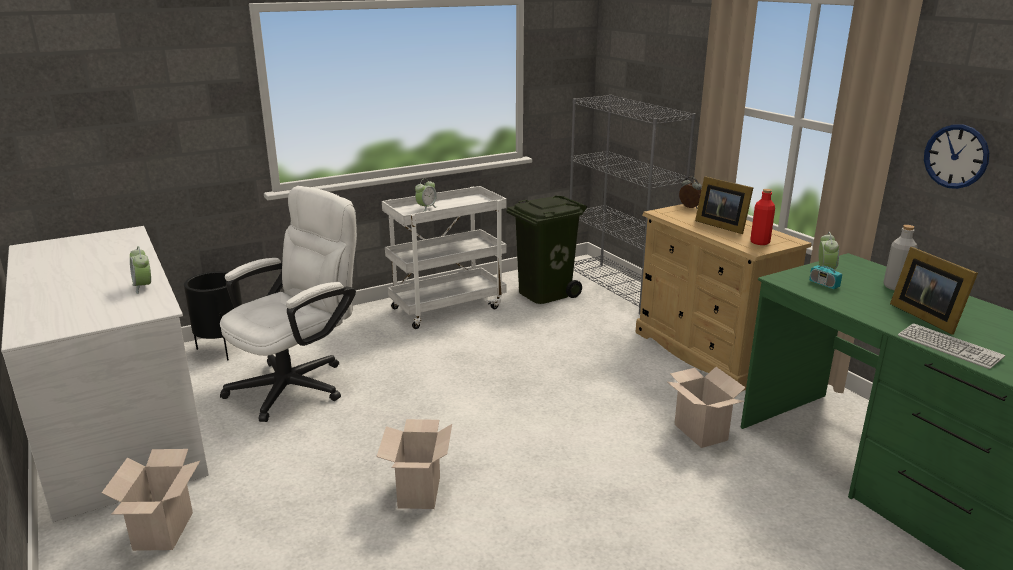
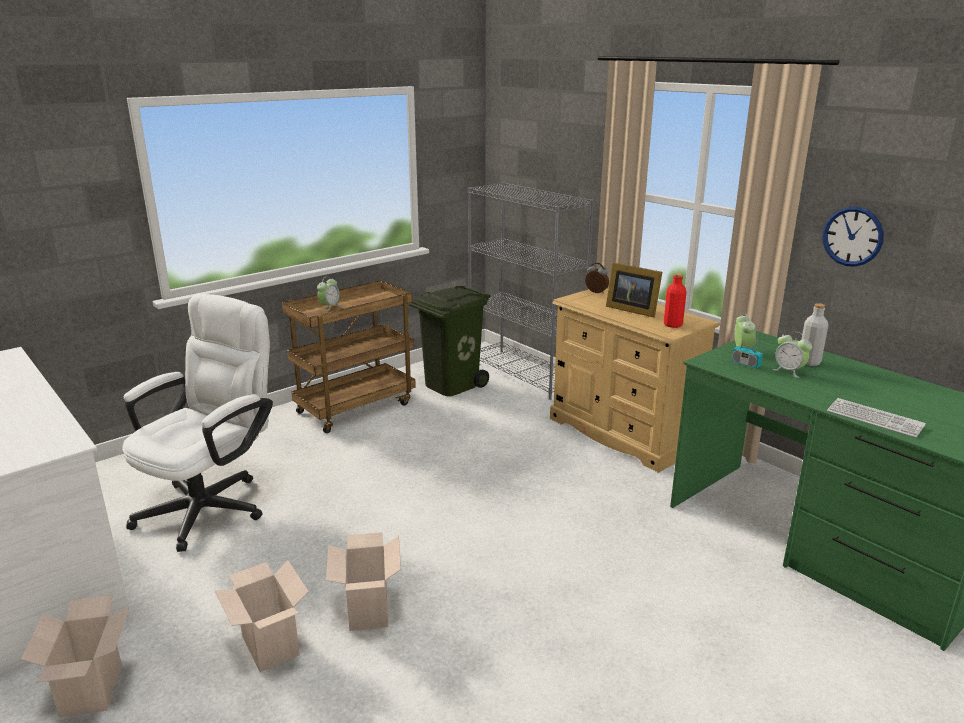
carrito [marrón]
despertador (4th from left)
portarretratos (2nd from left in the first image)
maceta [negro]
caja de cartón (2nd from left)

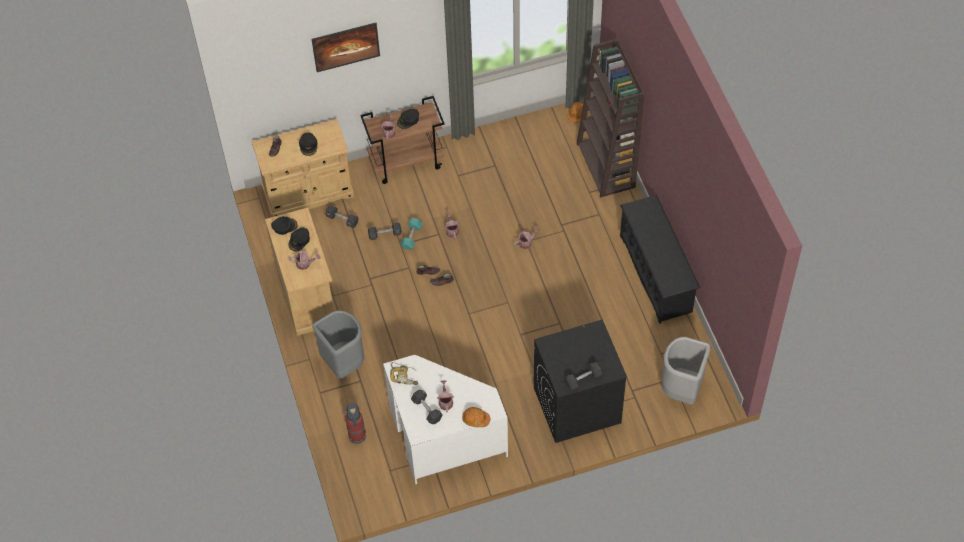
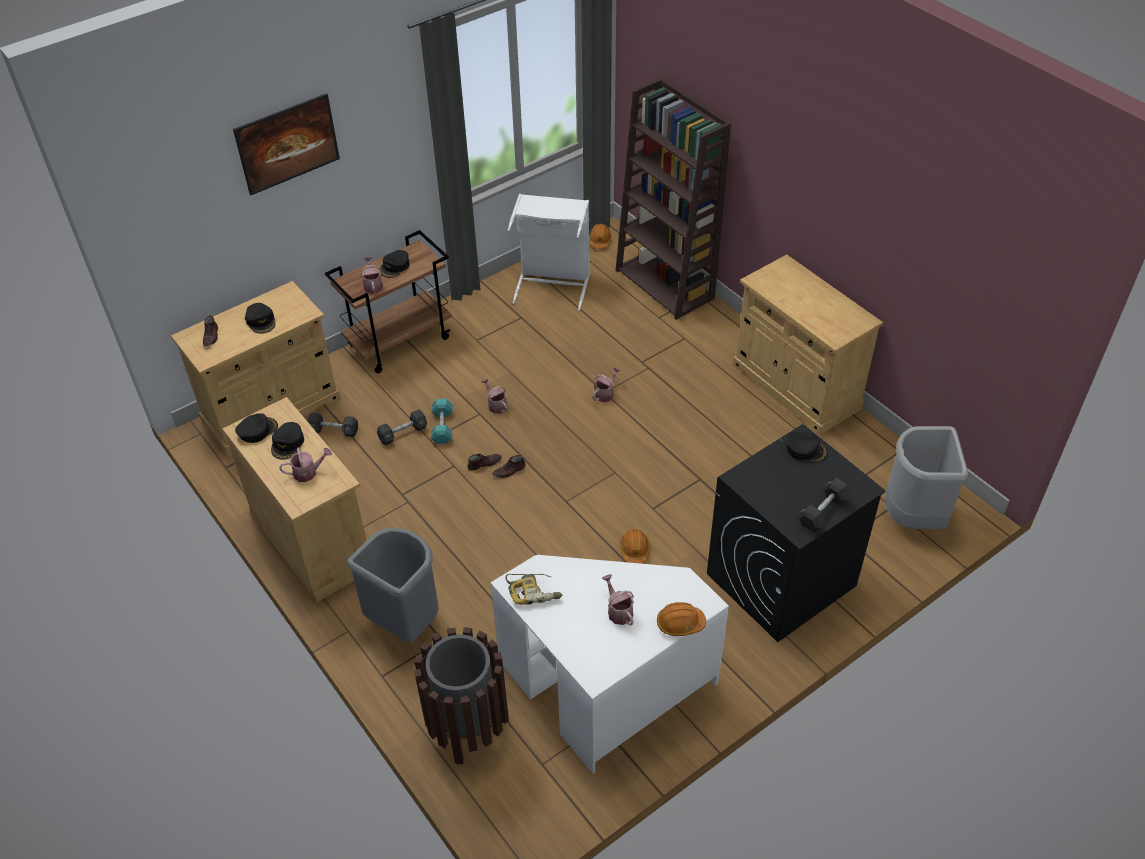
armario [beis] (3rd from left)
mancuerna [negro] (3rd from left in the first image)
papelera [marrón]
cesto de la ropa [blanco]
gorra [negro] (5th from left)
casco [naranja] (2nd from left)

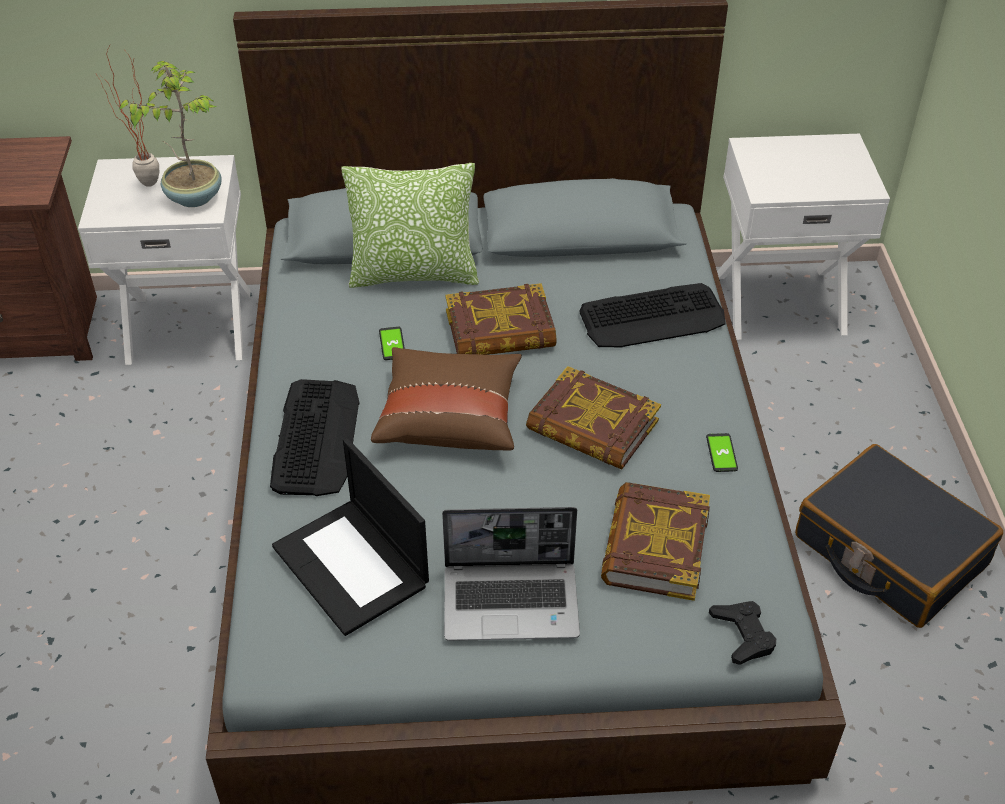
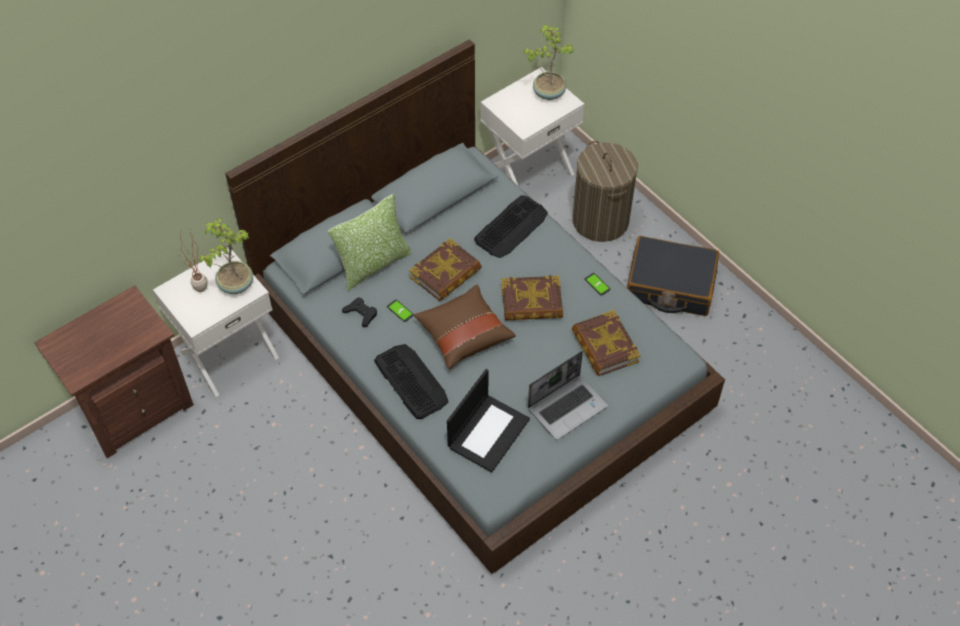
portátil (1st from left)
mando de consola [negro]
planta en maceta (3rd from left)
cesto de la ropa

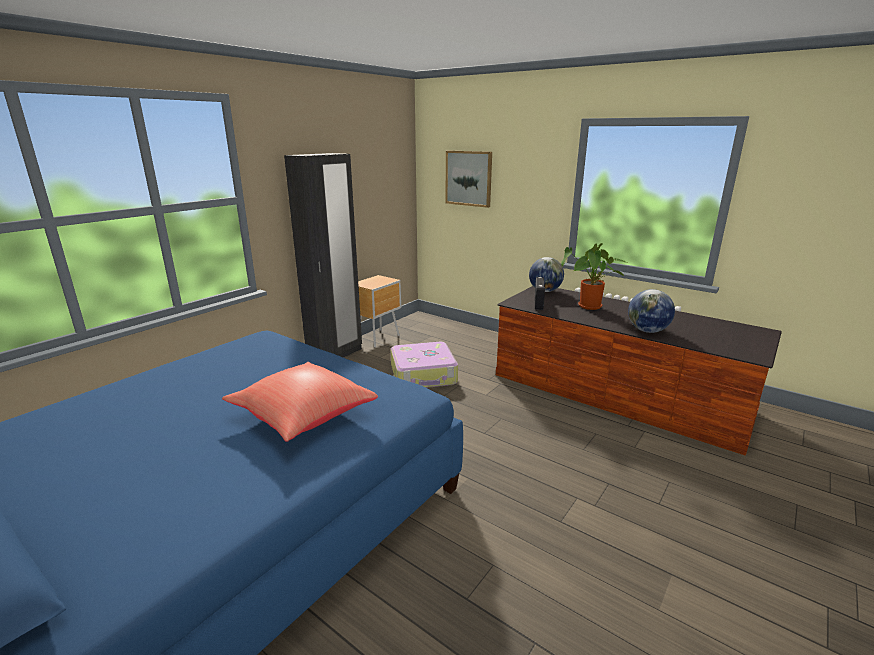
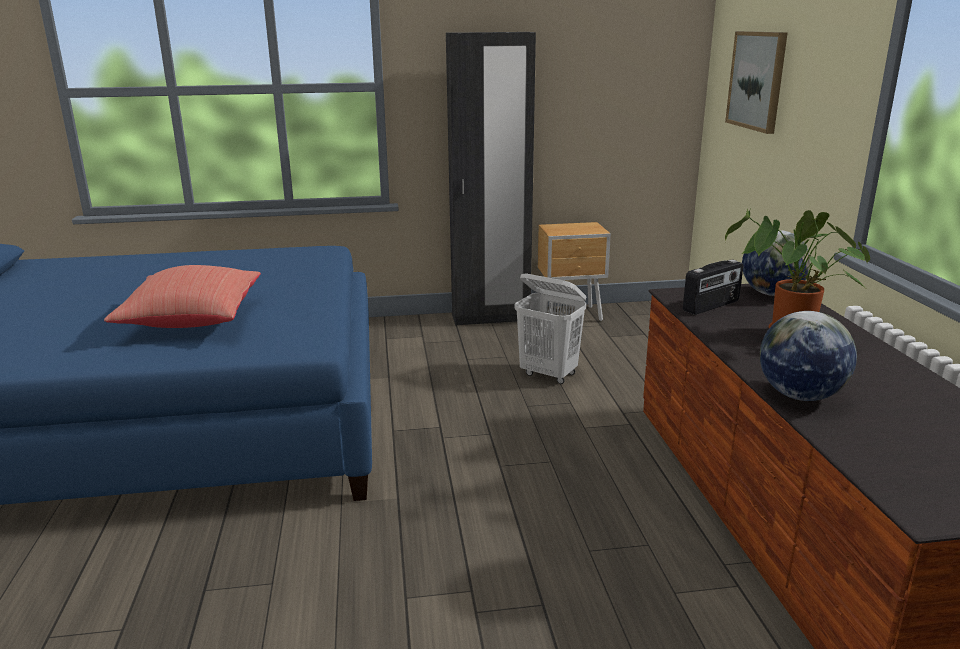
cesto de la ropa [blanco]

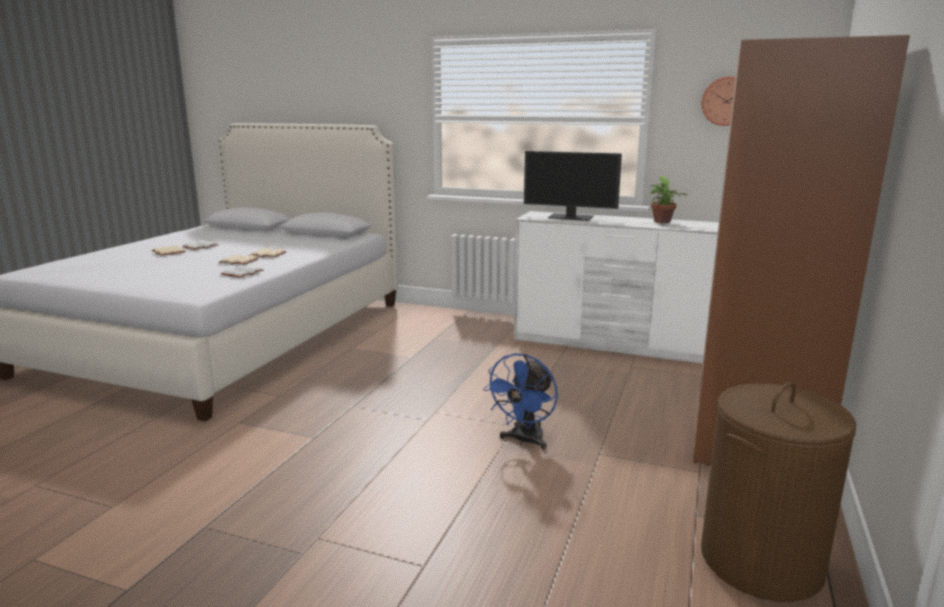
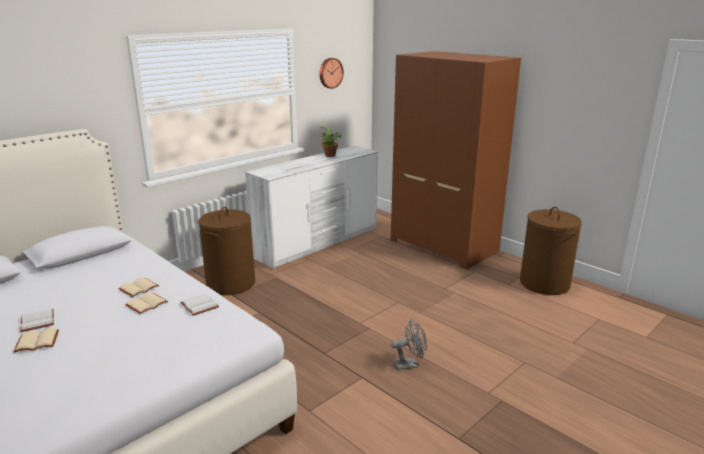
monitor
ventilador [azul]
cesto de la ropa [marrón] (1st from left)
ventilador [gris]

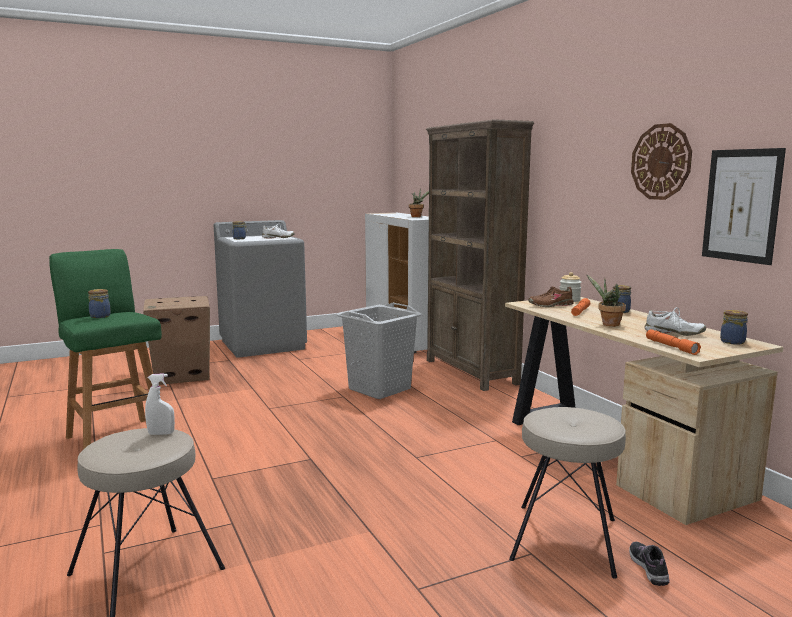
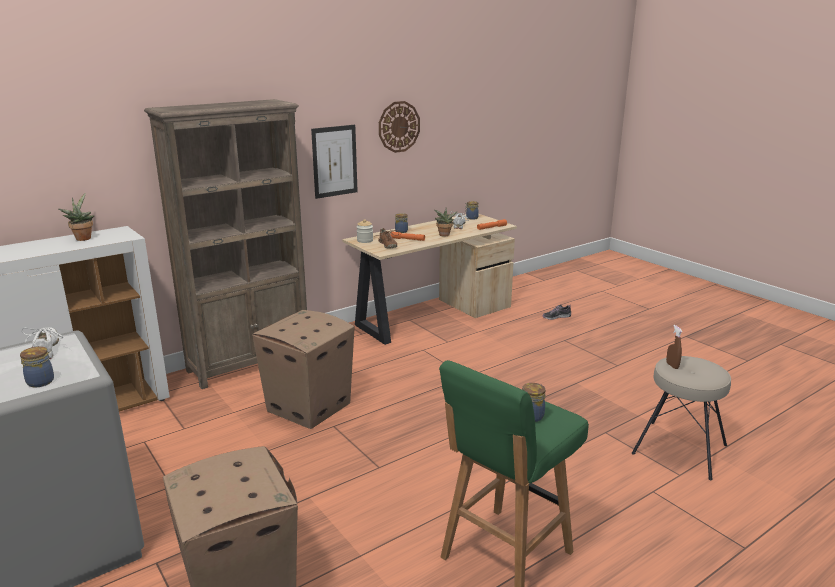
cuadro
caja de cartón (2nd from left)
pulverizador [marrón]
taburete [beis] (2nd from left in the first image)

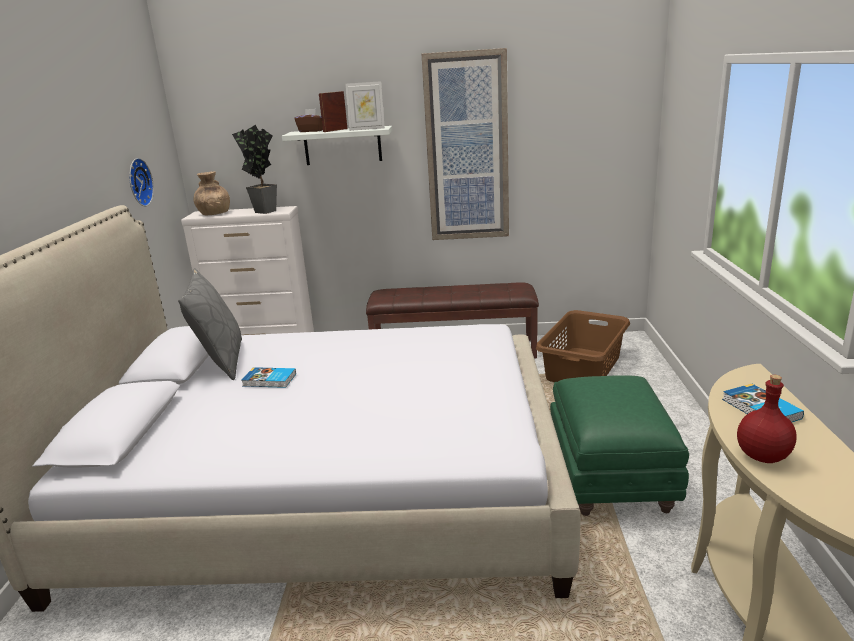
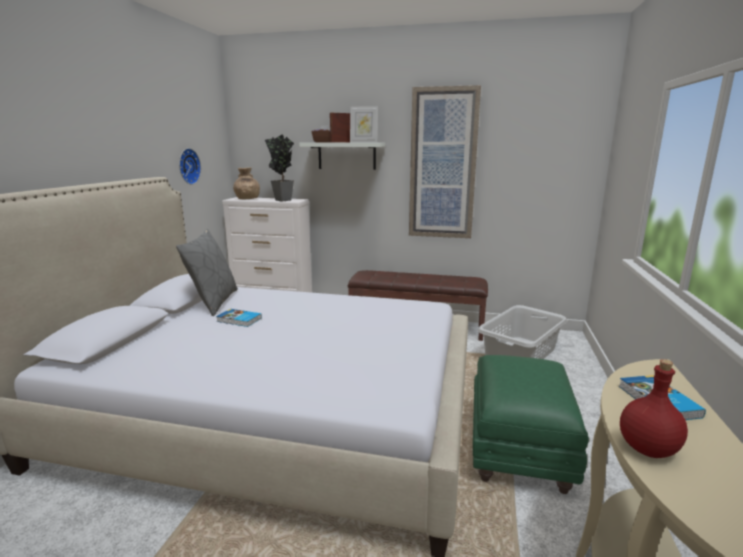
cesto de la ropa [gris]

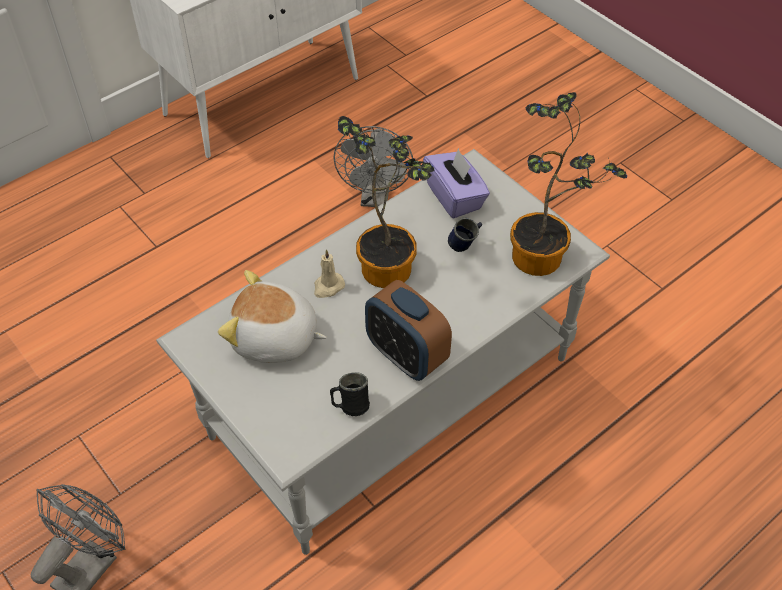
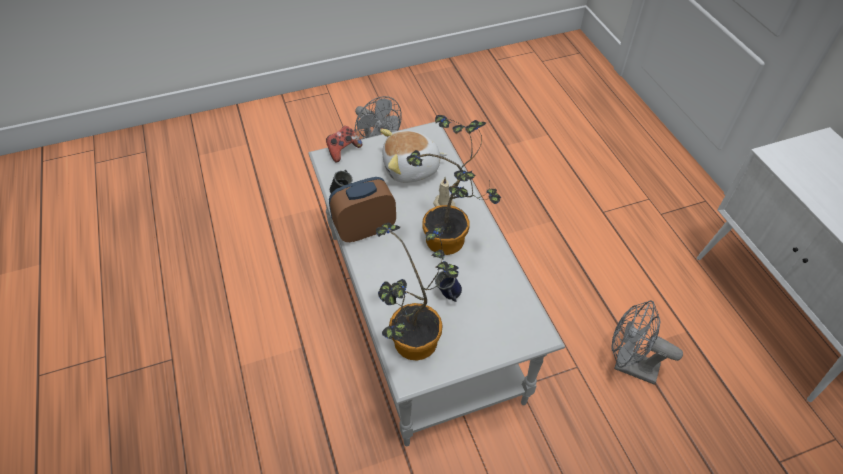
caja de pañuelos [morado]
peluche
mando de consola

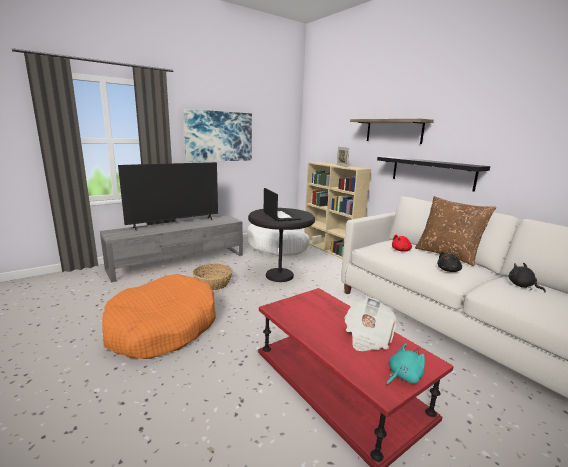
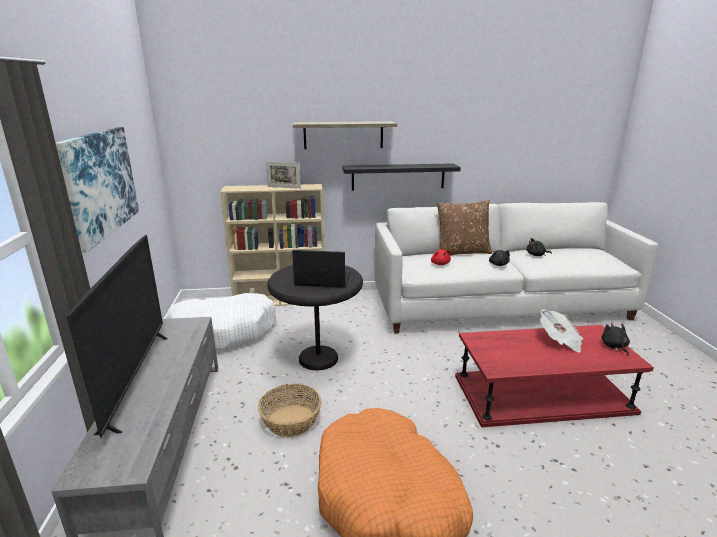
peluche [negro] (3rd from left)

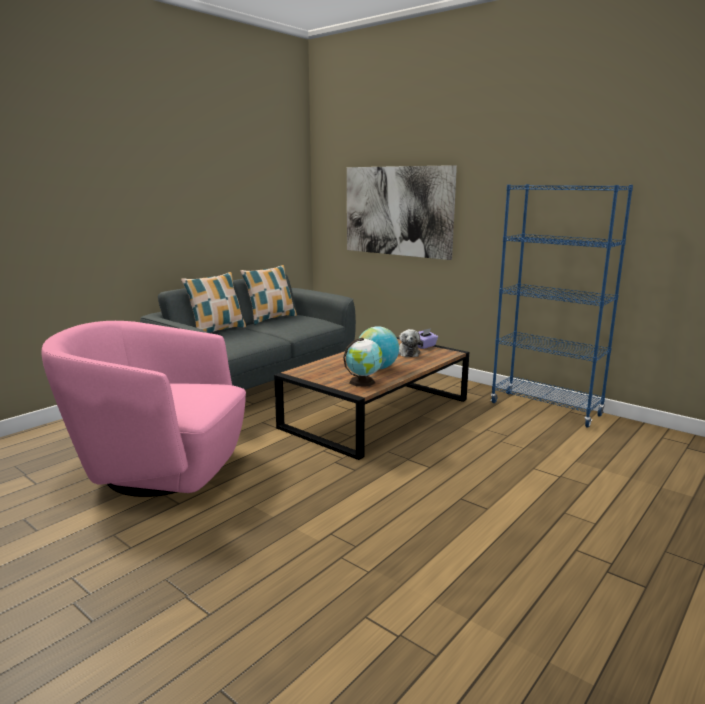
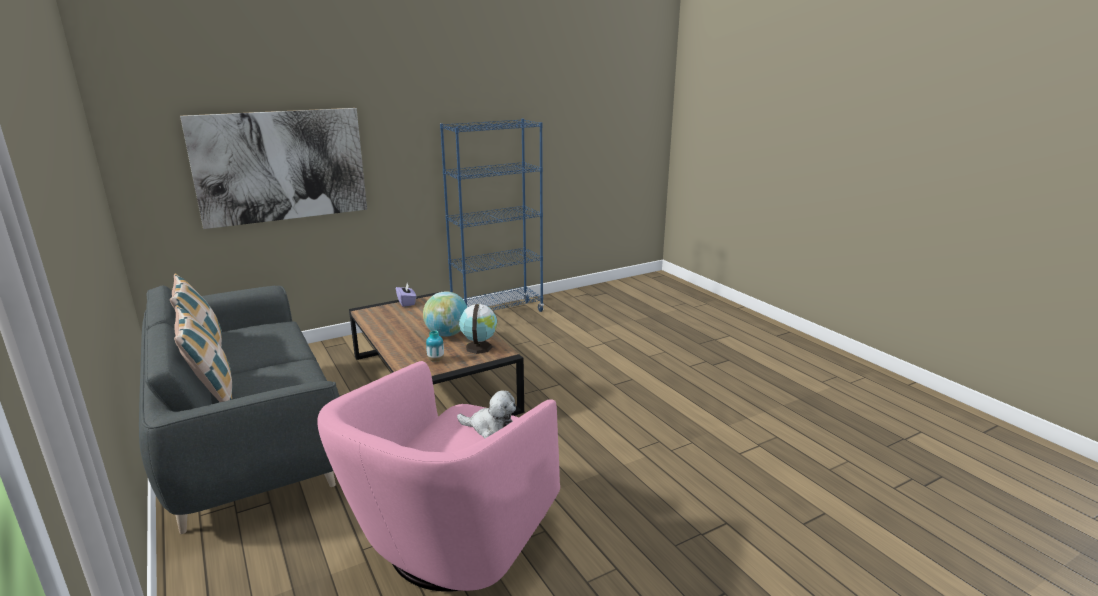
peluche
florero

